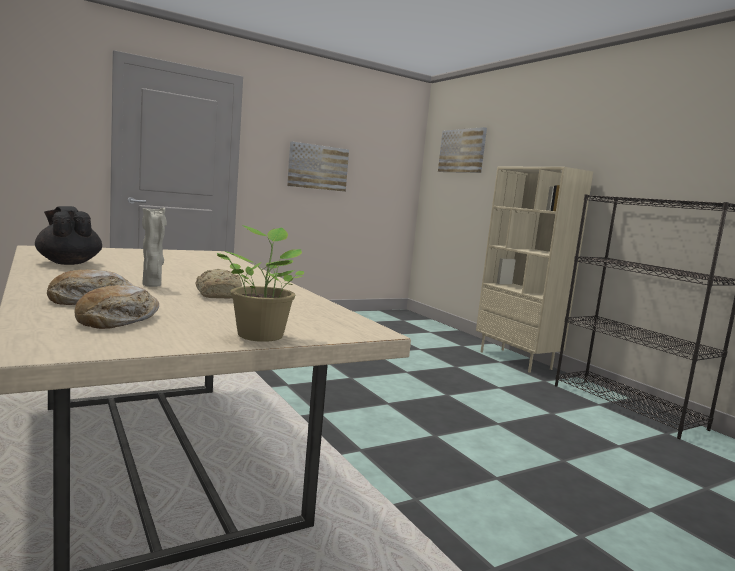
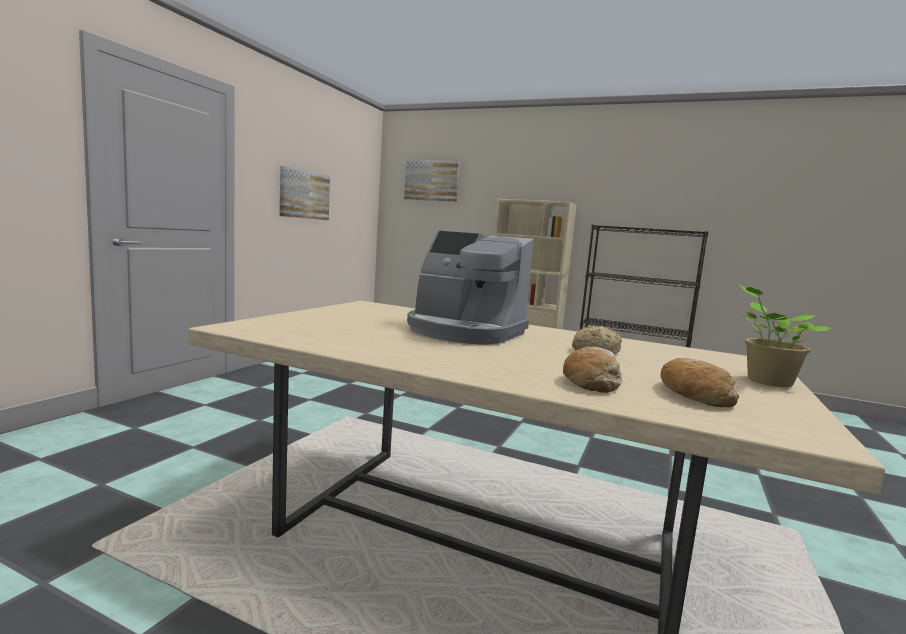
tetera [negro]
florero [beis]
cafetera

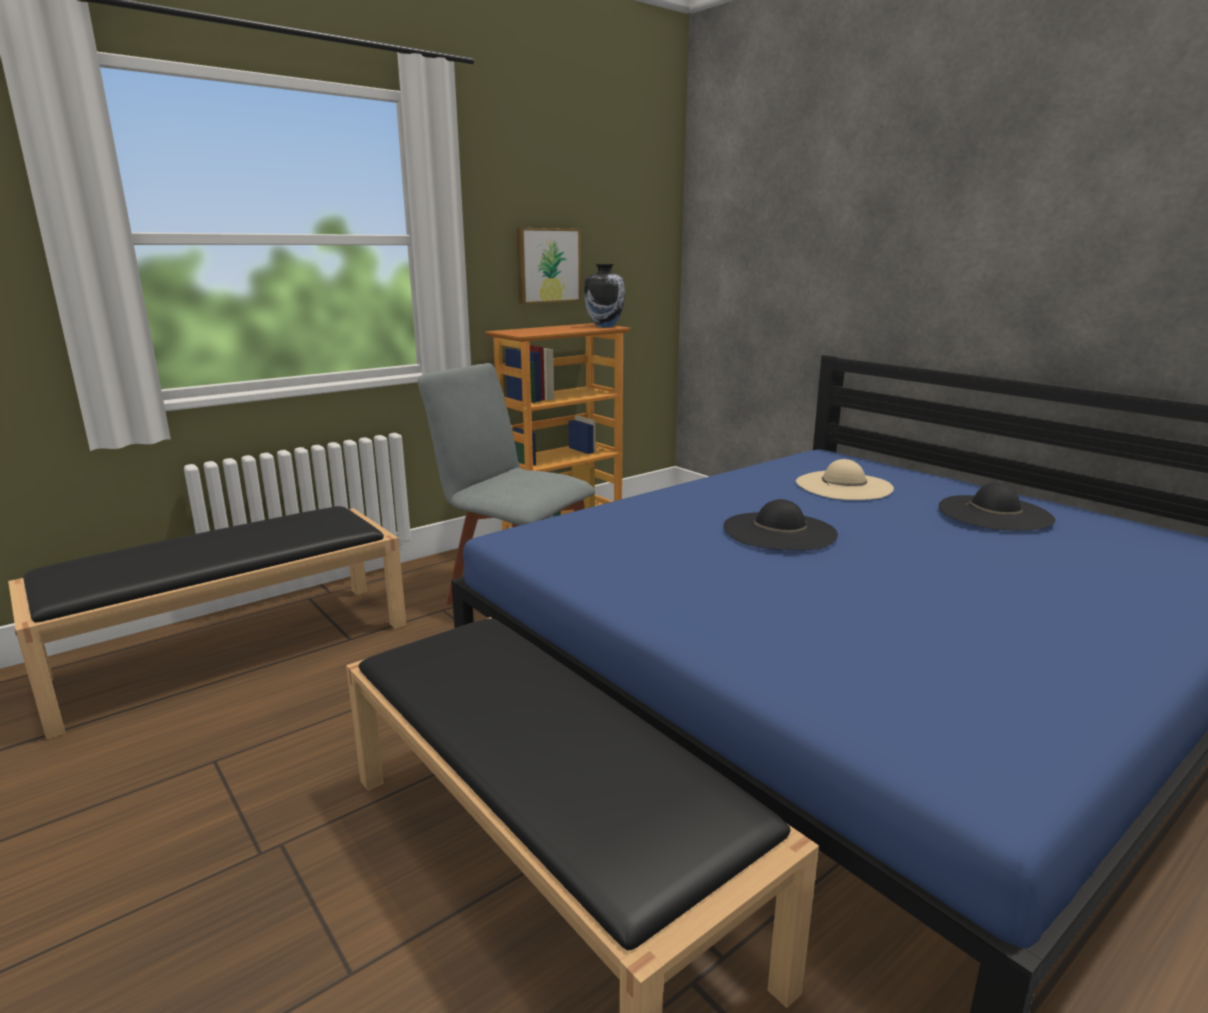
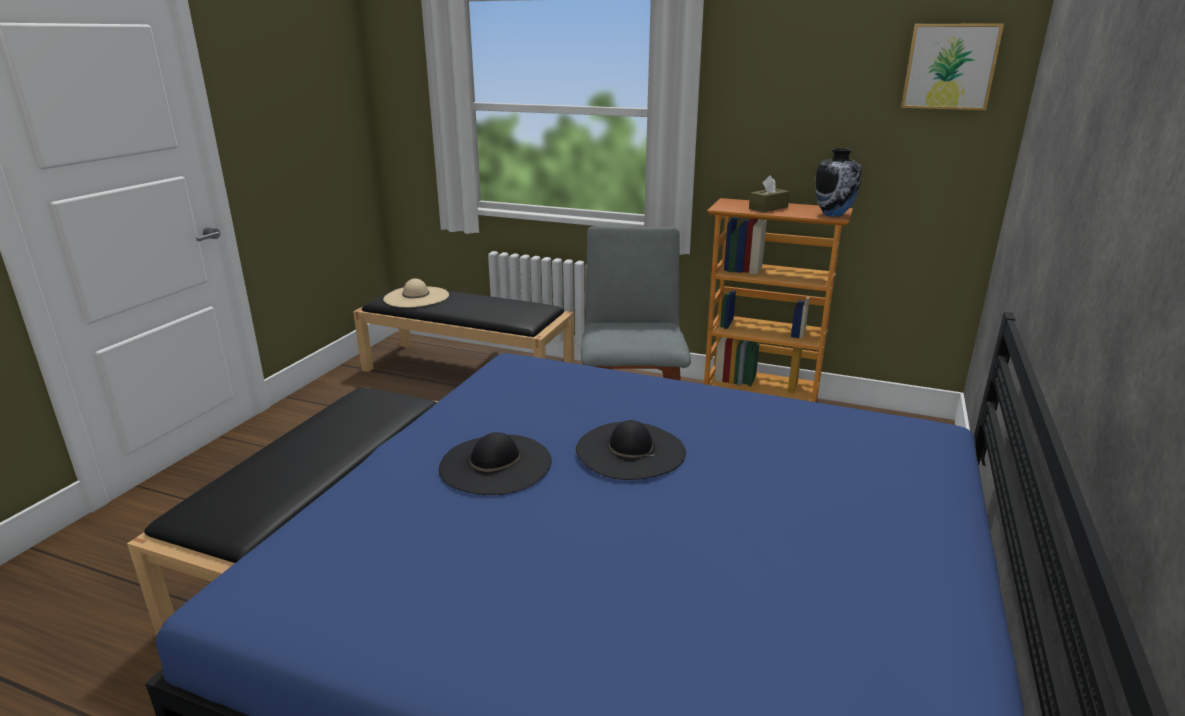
cuadro
sombrero [beis]
sombrero [negro] (1st from left)
caja de pañuelos [marrón]

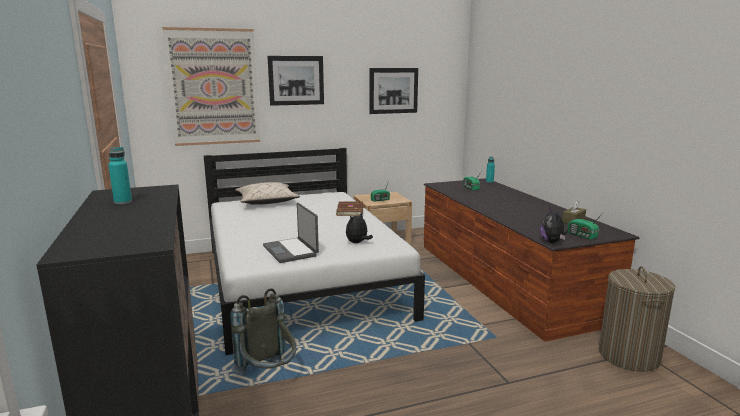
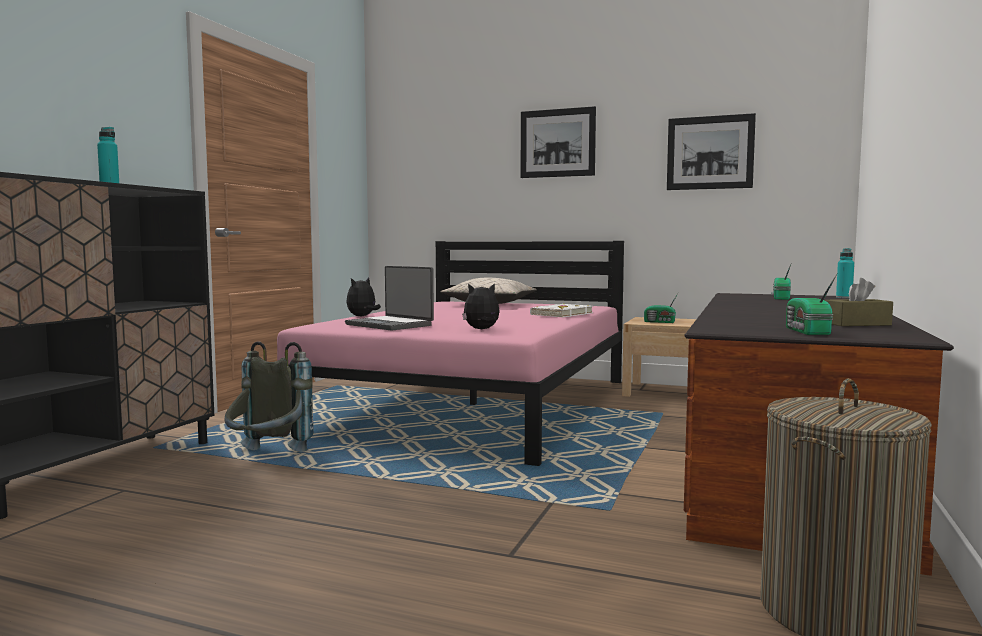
cuadro (1st from left in the first image)
cama [rosa]
libro [blanco]
portátil
peluche (1st from left)

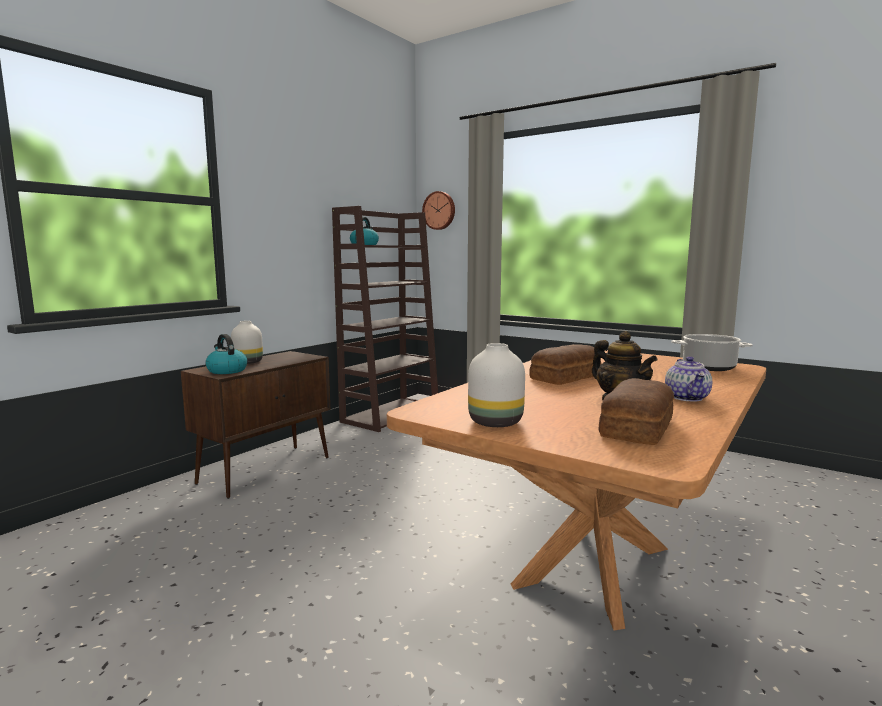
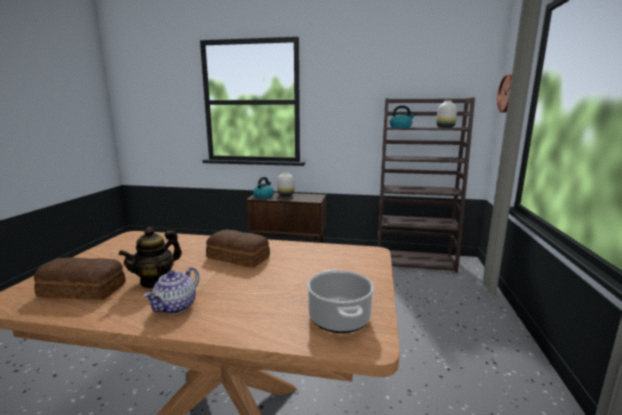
florero [blanco] (2nd from left)
tetera (2nd from left)

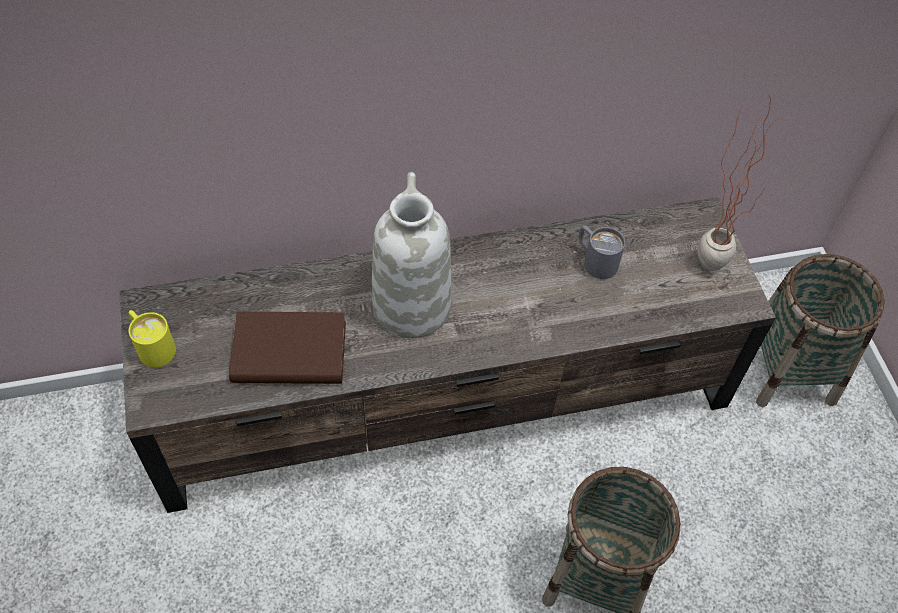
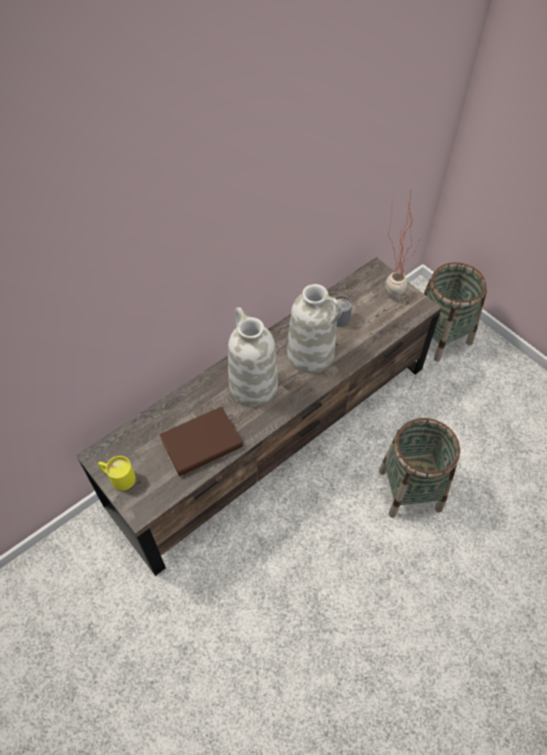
florero [blanco] (2nd from left)

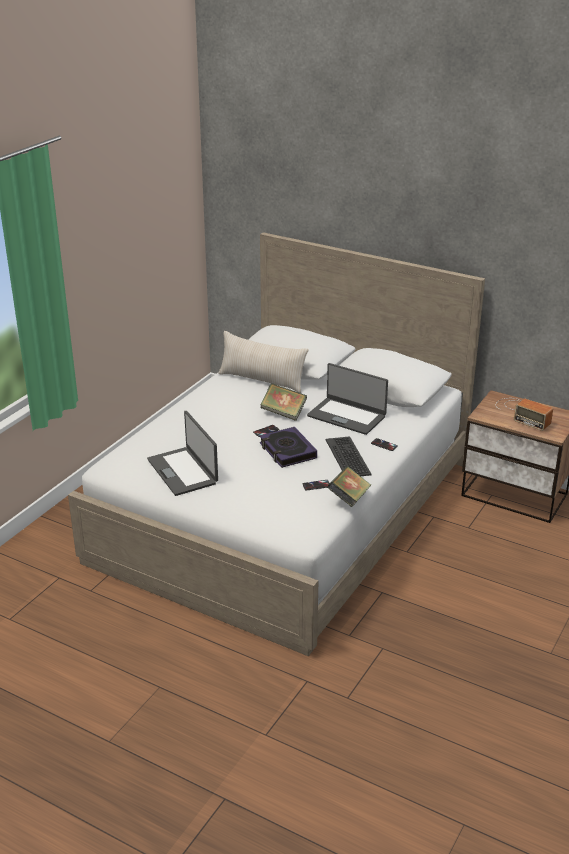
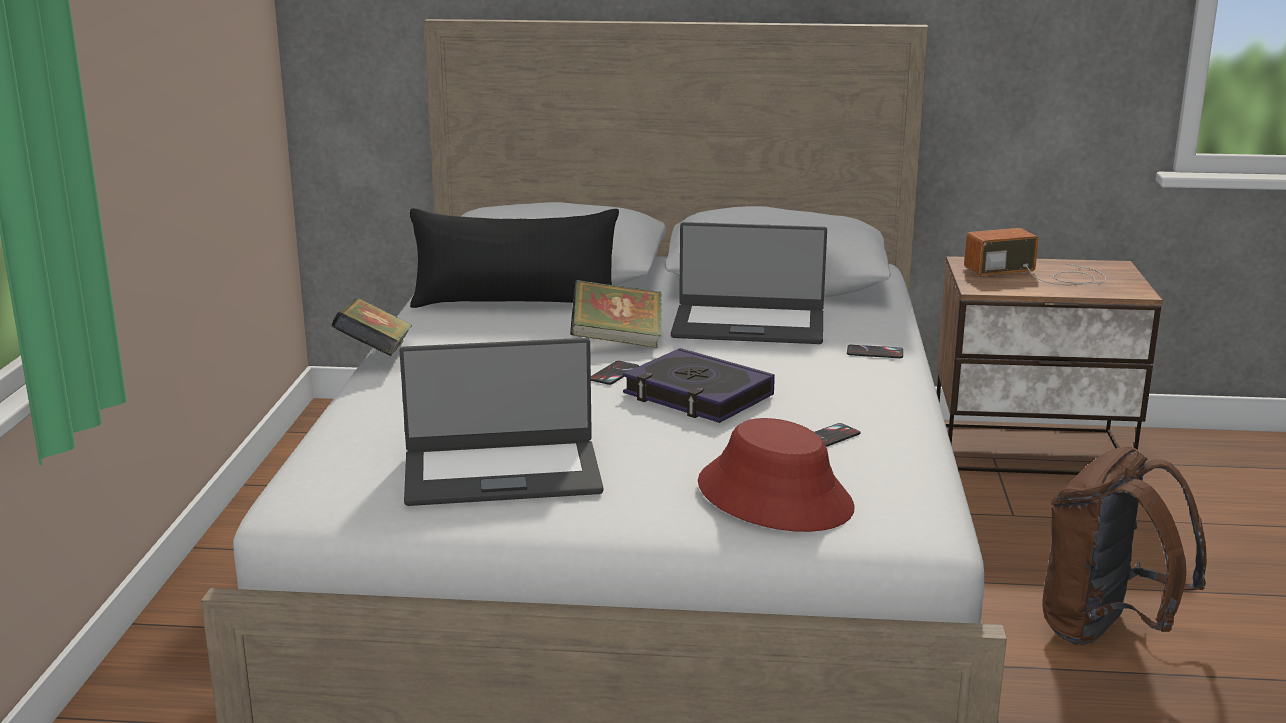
cojín [negro]
radio
portátil (1st from left)
teclado
libro (1st from left)
sombrero [rojo]
mochila [marrón]

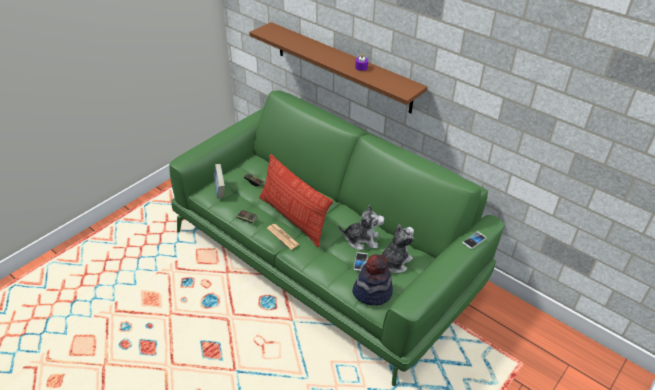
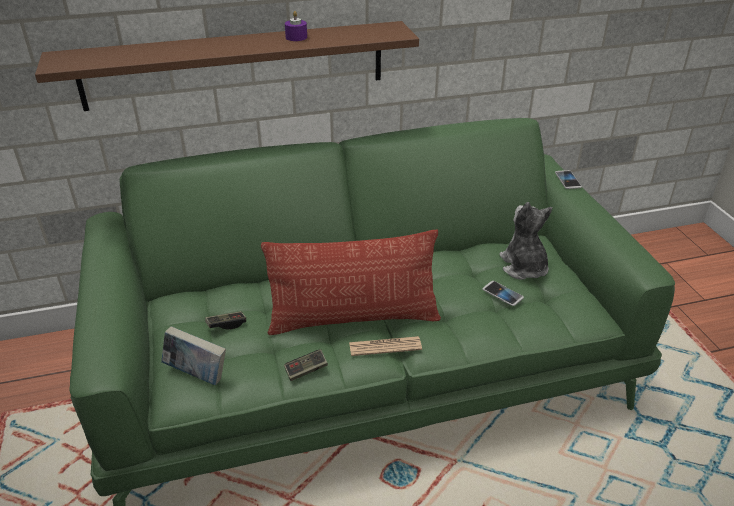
peluche (1st from left in the first image)
sombrero

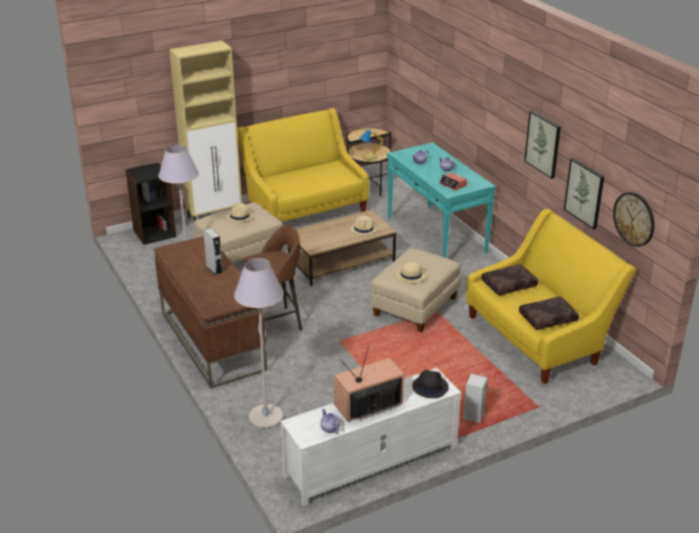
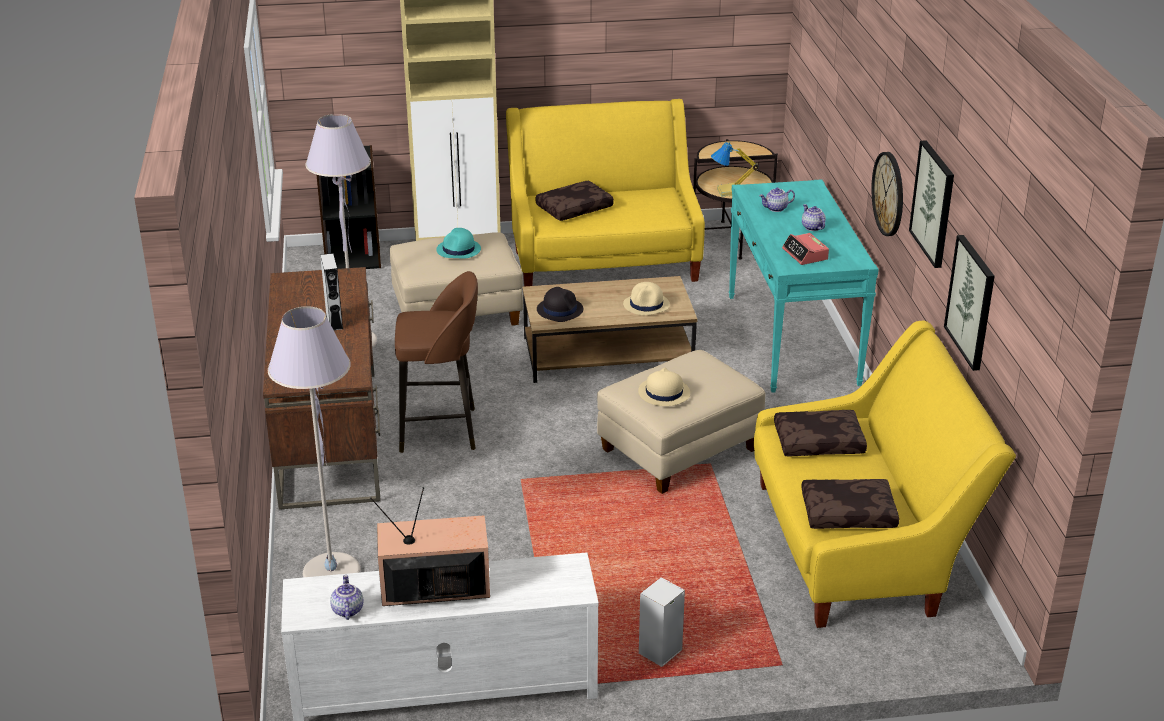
reloj de pared
sombrero [turquesa]
sombrero [negro]
cojín [marrón] (1st from left)

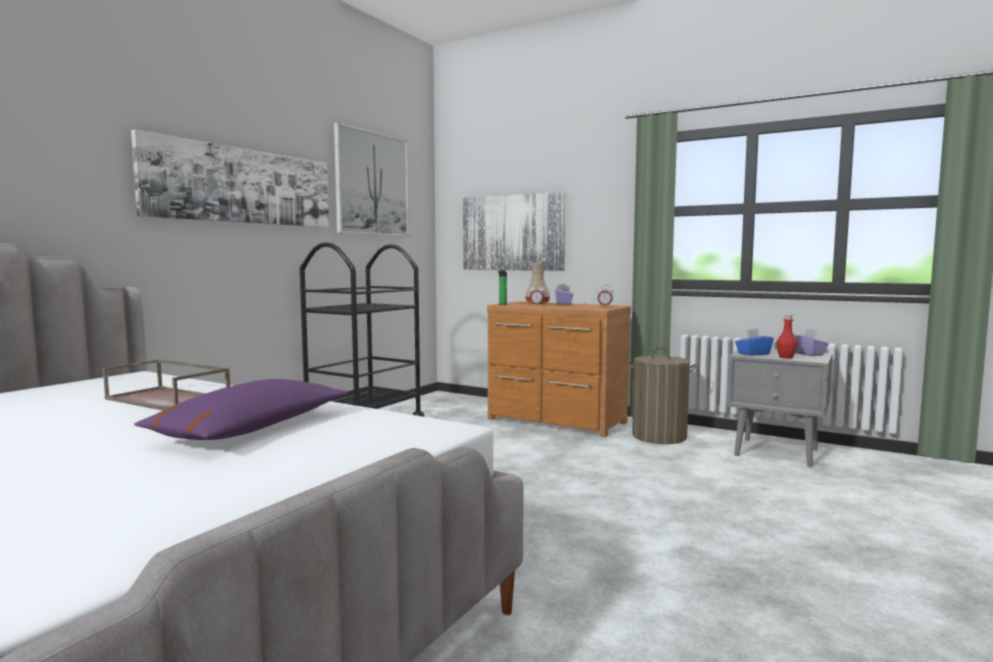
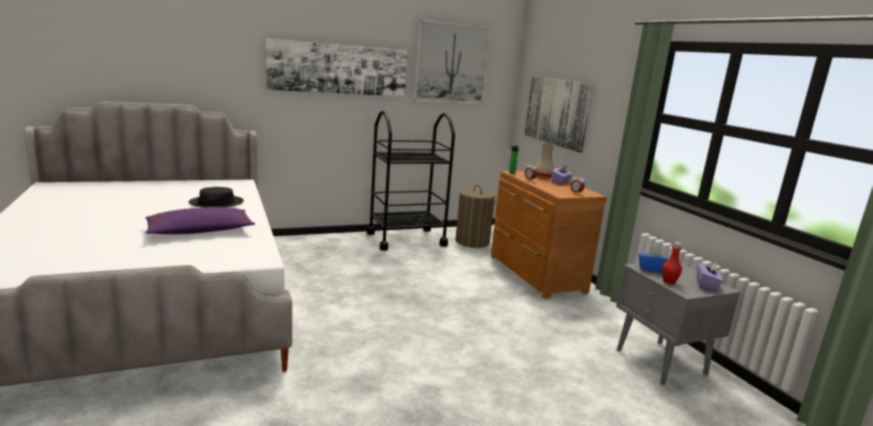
cesto de la ropa
sombrero [negro]

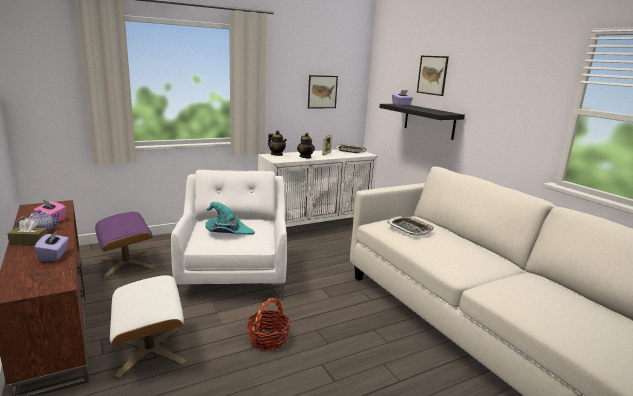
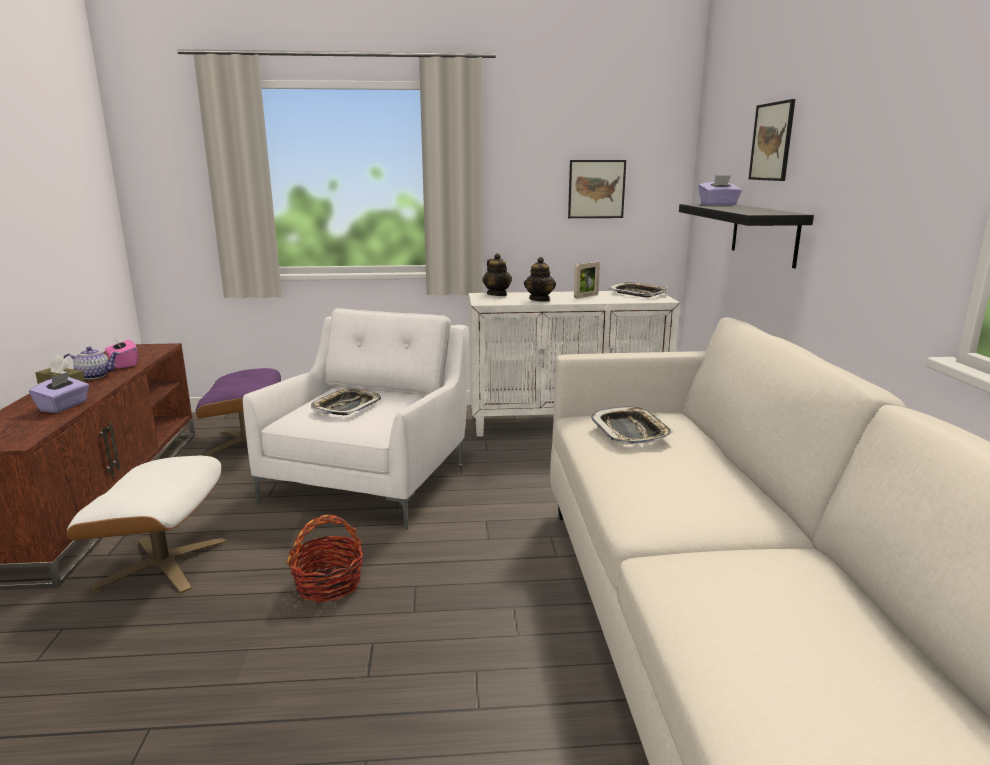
bandeja (1st from left)

